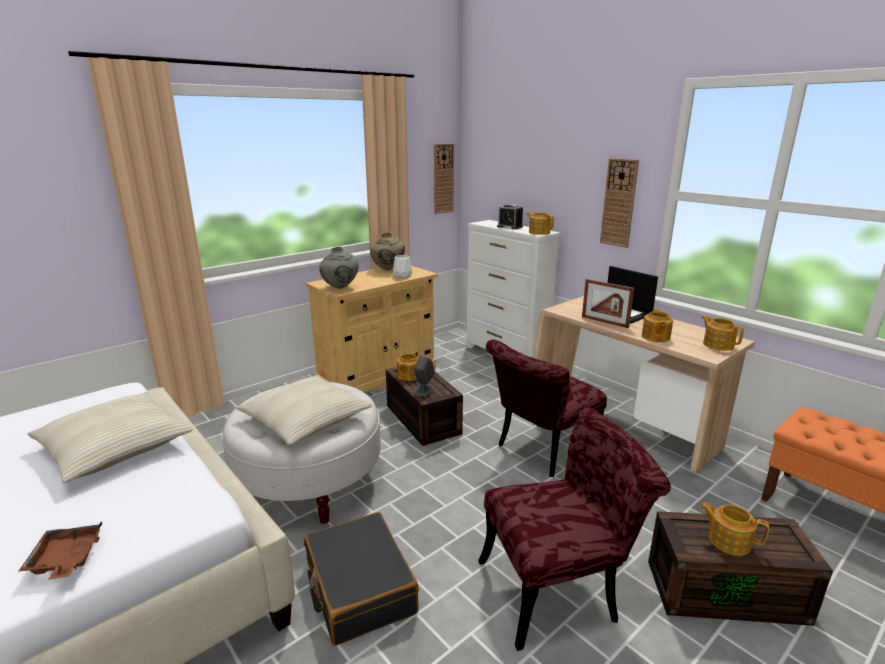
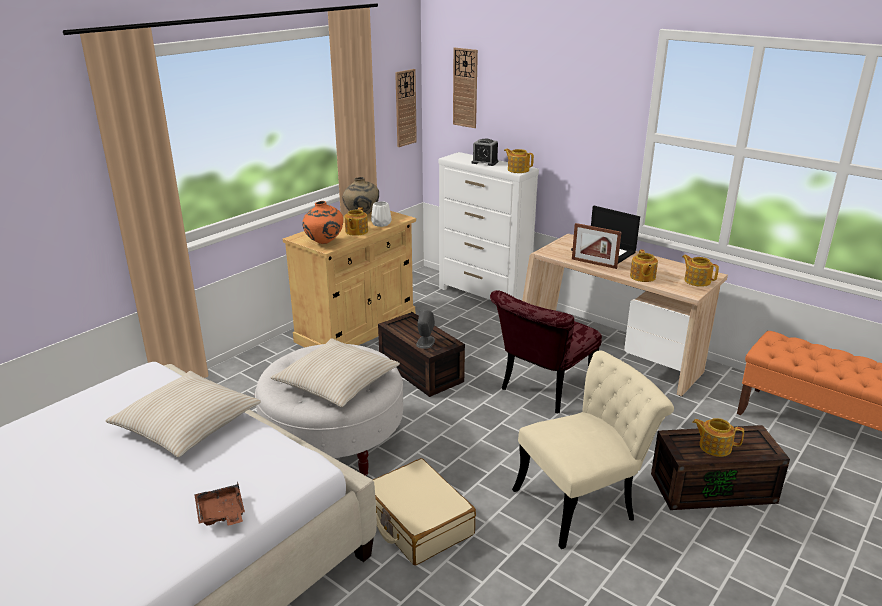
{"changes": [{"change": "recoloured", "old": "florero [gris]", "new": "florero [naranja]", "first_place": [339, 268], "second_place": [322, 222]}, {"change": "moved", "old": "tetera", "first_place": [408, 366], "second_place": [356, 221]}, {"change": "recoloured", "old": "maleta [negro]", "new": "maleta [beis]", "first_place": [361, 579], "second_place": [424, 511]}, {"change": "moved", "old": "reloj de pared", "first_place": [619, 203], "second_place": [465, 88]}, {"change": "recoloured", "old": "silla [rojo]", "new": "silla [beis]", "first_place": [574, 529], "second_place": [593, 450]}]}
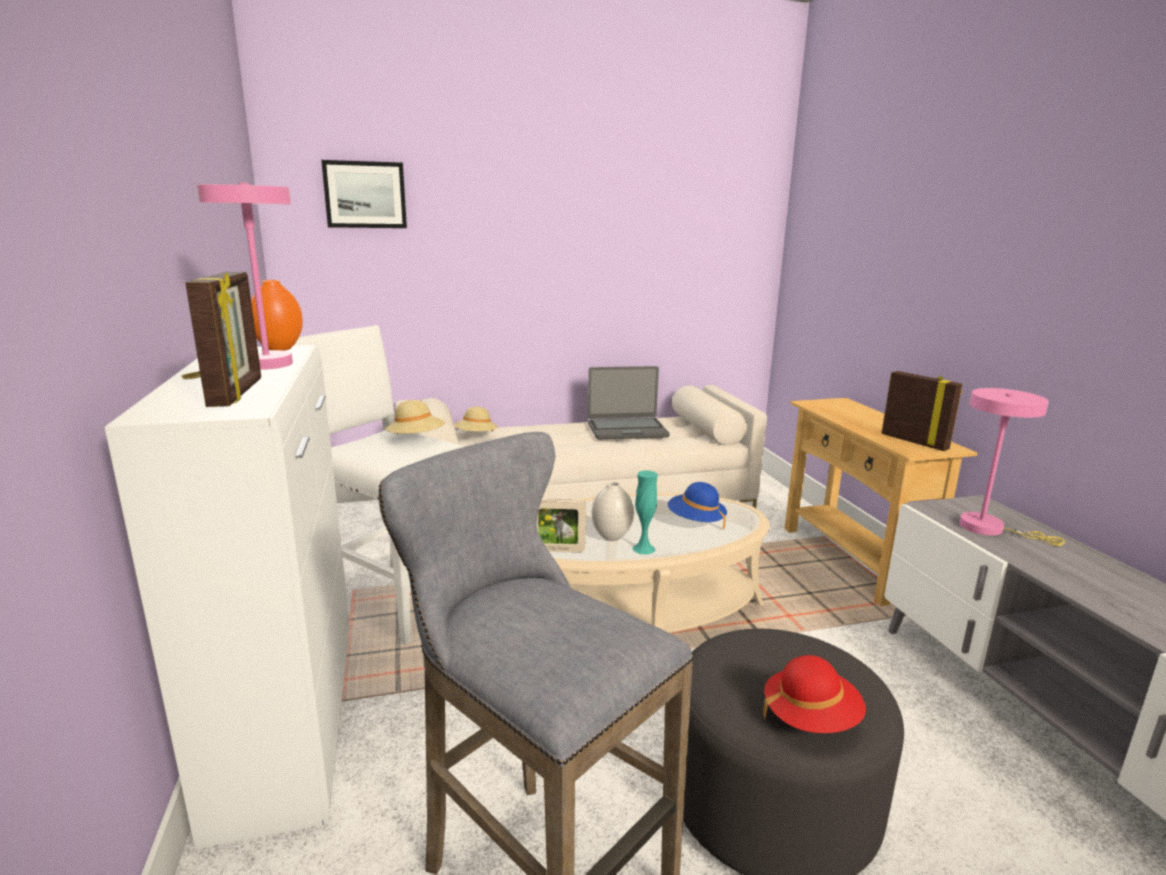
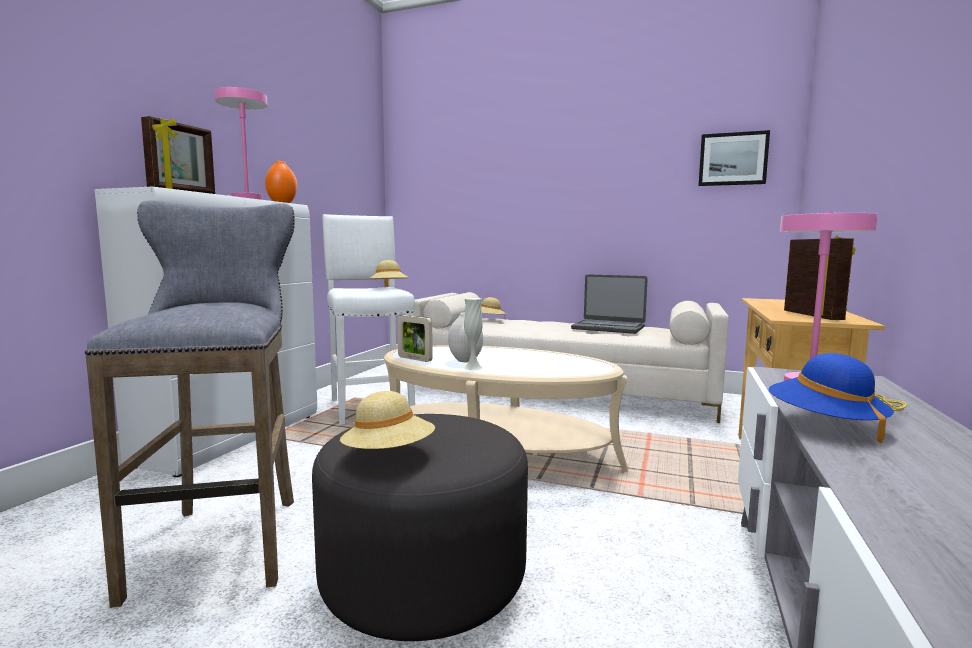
{"changes": [{"change": "recoloured", "old": "sombrero [rojo]", "new": "sombrero [beis]", "first_place": [814, 694], "second_place": [387, 420]}, {"change": "recoloured", "old": "florero [turquesa]", "new": "florero [blanco]", "first_place": [645, 512], "second_place": [473, 334]}, {"change": "moved", "old": "cuadro", "first_place": [364, 194], "second_place": [734, 158]}, {"change": "moved", "old": "sombrero [azul]", "first_place": [697, 505], "second_place": [831, 398]}]}
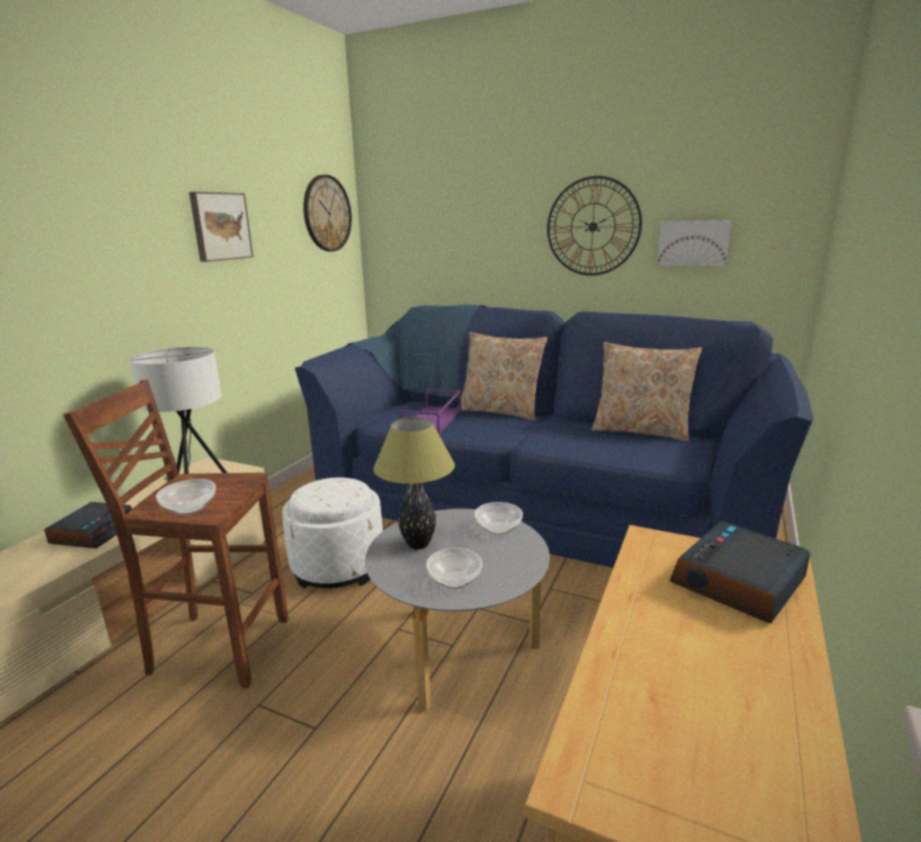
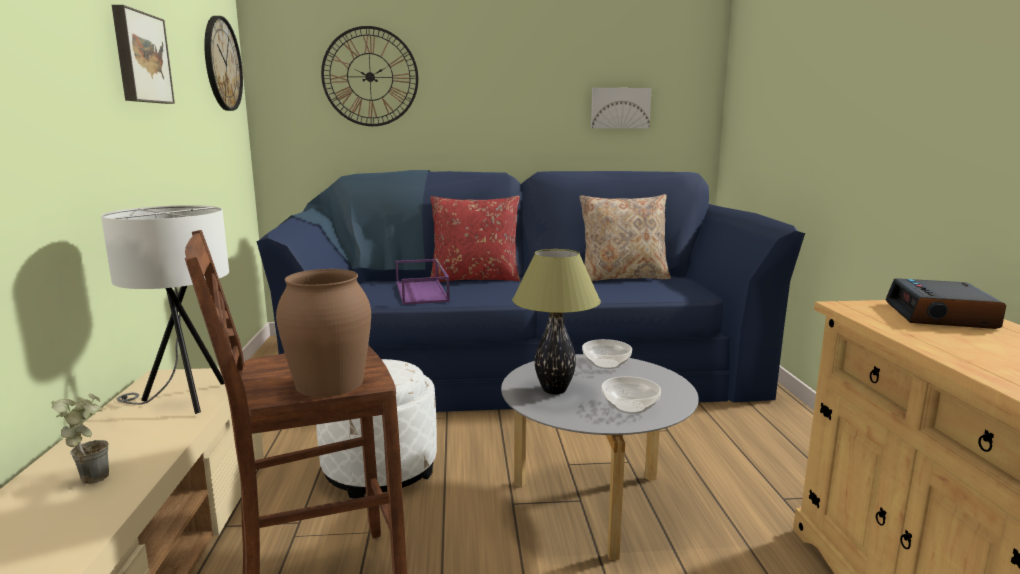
{"changes": [{"change": "replaced", "old": "despertador", "new": "planta en maceta", "first_place": [88, 525], "second_place": [80, 438]}, {"change": "replaced", "old": "cuenco", "new": "florero [marrón]", "first_place": [186, 497], "second_place": [323, 333]}, {"change": "moved", "old": "reloj de pared", "first_place": [594, 226], "second_place": [369, 76]}, {"change": "recoloured", "old": "cojín [beis]", "new": "cojín [rojo]", "first_place": [503, 376], "second_place": [475, 239]}]}
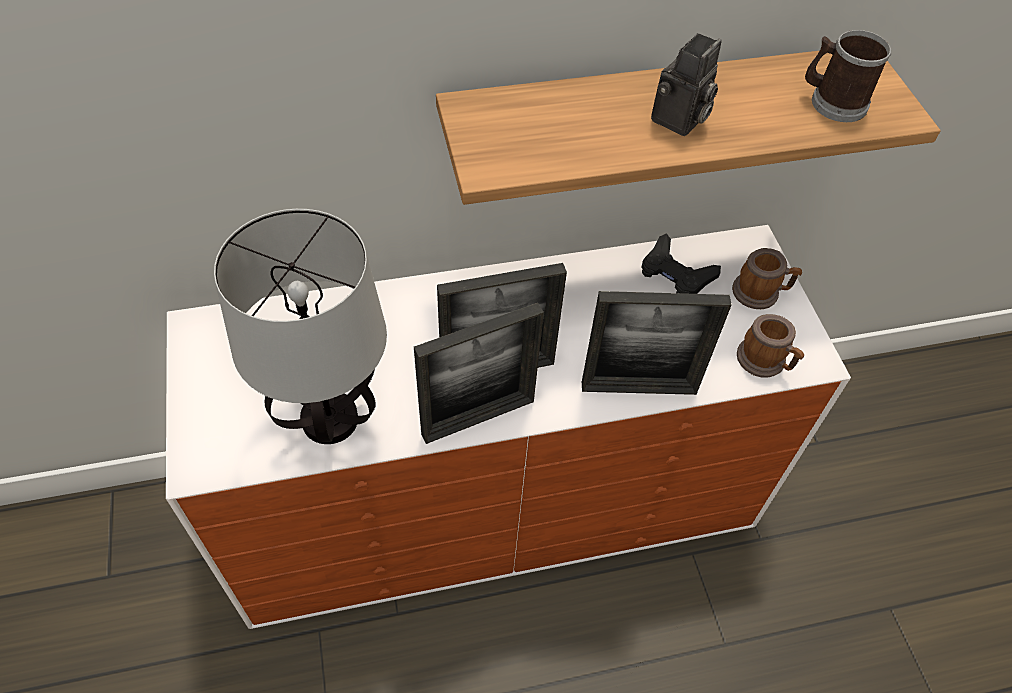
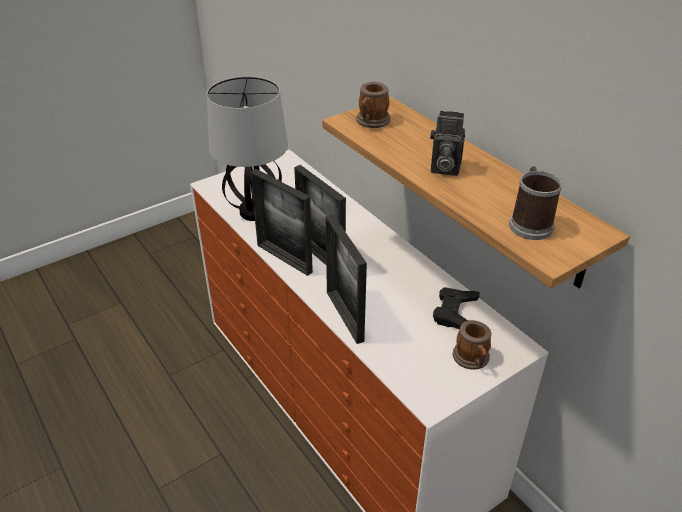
{"changes": [{"change": "moved", "old": "taza grande", "first_place": [770, 345], "second_place": [373, 105]}]}
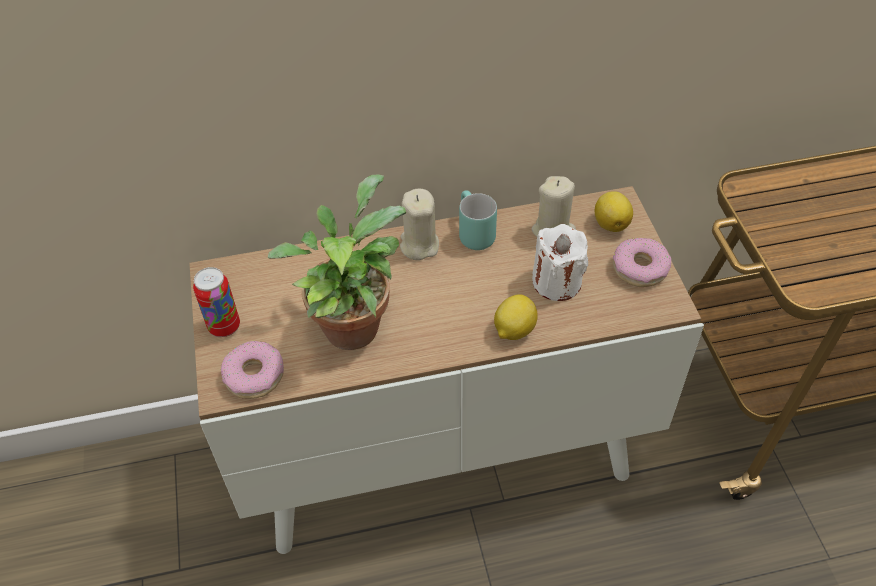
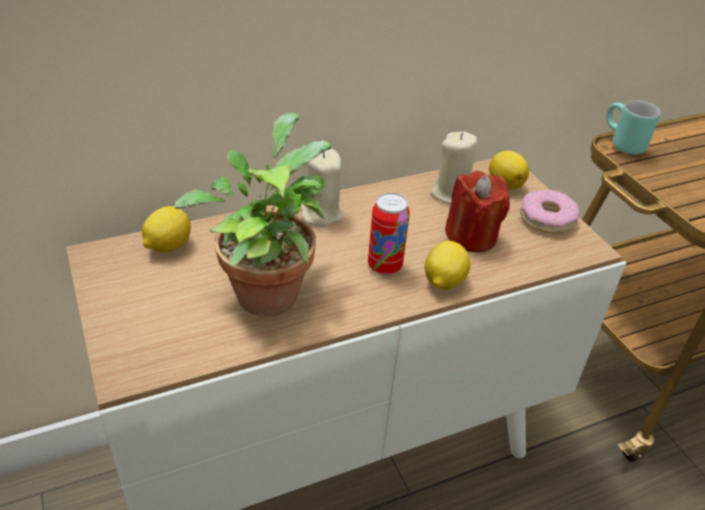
{"changes": [{"change": "added", "new": "limón", "second_place": [166, 229]}, {"change": "moved", "old": "lata", "first_place": [216, 302], "second_place": [389, 234]}, {"change": "recoloured", "old": "vela [blanco]", "new": "vela [rojo]", "first_place": [560, 262], "second_place": [477, 211]}, {"change": "moved", "old": "taza grande [turquesa]", "first_place": [478, 220], "second_place": [634, 127]}, {"change": "removed", "old": "rosquilla", "first_place": [252, 370]}]}
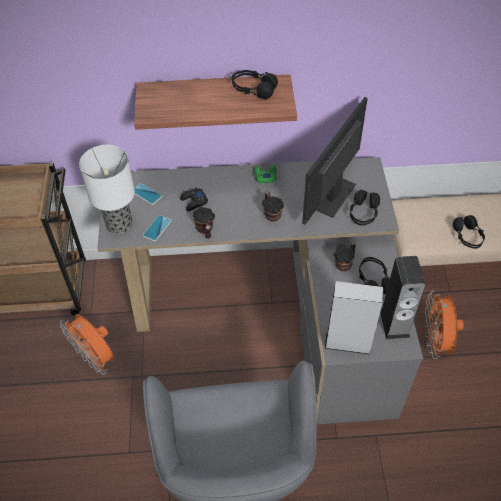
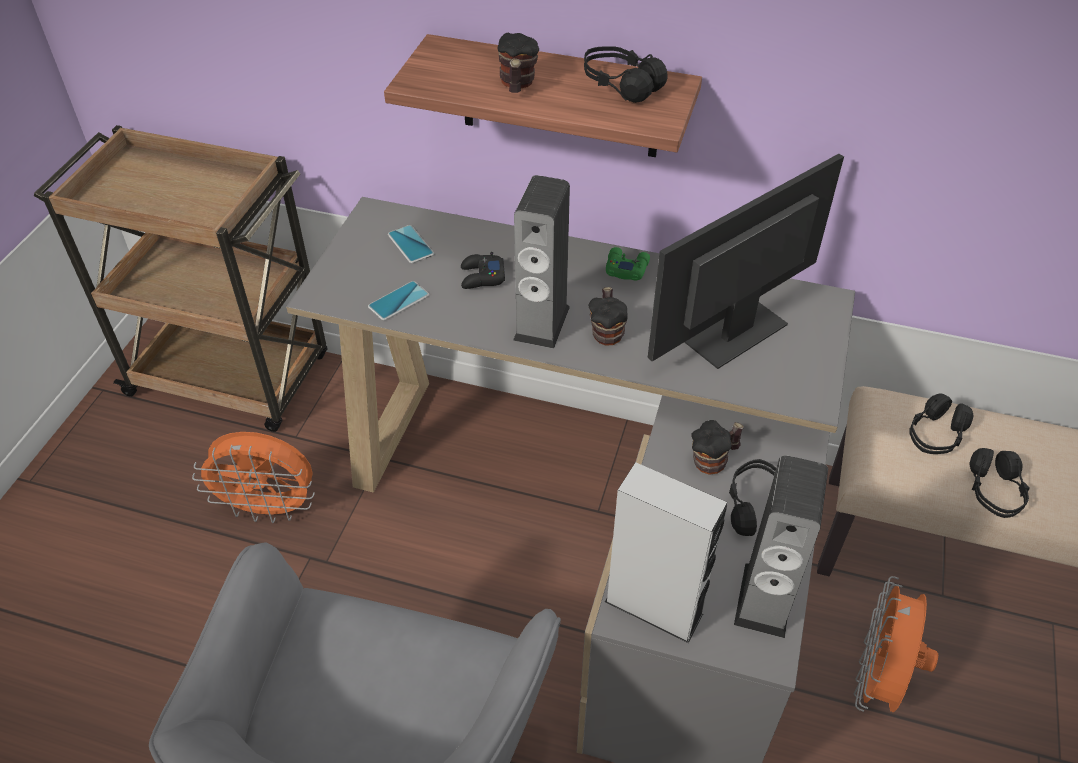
{"changes": [{"change": "turned", "old": "ventilador [naranja]", "first_place": [87, 344], "second_place": [253, 477], "degrees": -60}, {"change": "moved", "old": "taza grande", "first_place": [204, 223], "second_place": [518, 63]}, {"change": "added", "new": "altavoz", "second_place": [541, 262]}, {"change": "moved", "old": "auriculares [negro]", "first_place": [365, 207], "second_place": [941, 423]}, {"change": "removed", "old": "lámpara de mesa", "first_place": [107, 189]}]}
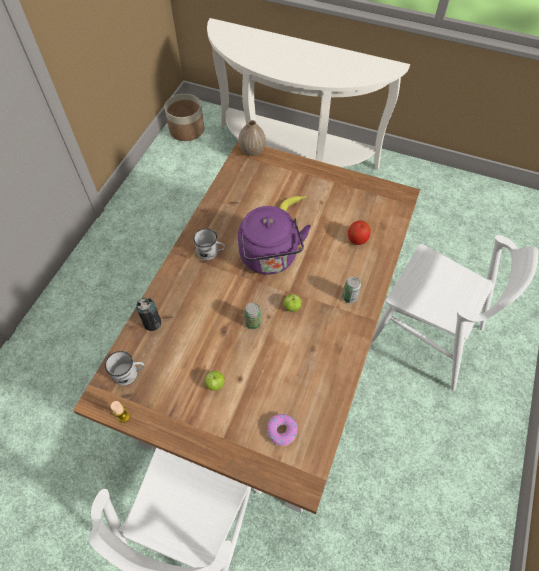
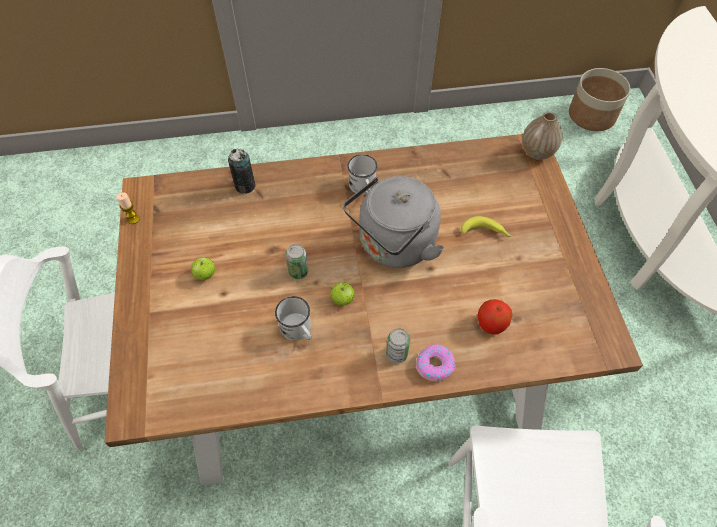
{"changes": [{"change": "moved", "old": "taza grande [blanco]", "first_place": [124, 368], "second_place": [293, 318]}, {"change": "recoloured", "old": "hervidor [morado]", "new": "hervidor [gris]", "first_place": [274, 240], "second_place": [394, 222]}, {"change": "moved", "old": "rosquilla", "first_place": [282, 430], "second_place": [436, 363]}]}
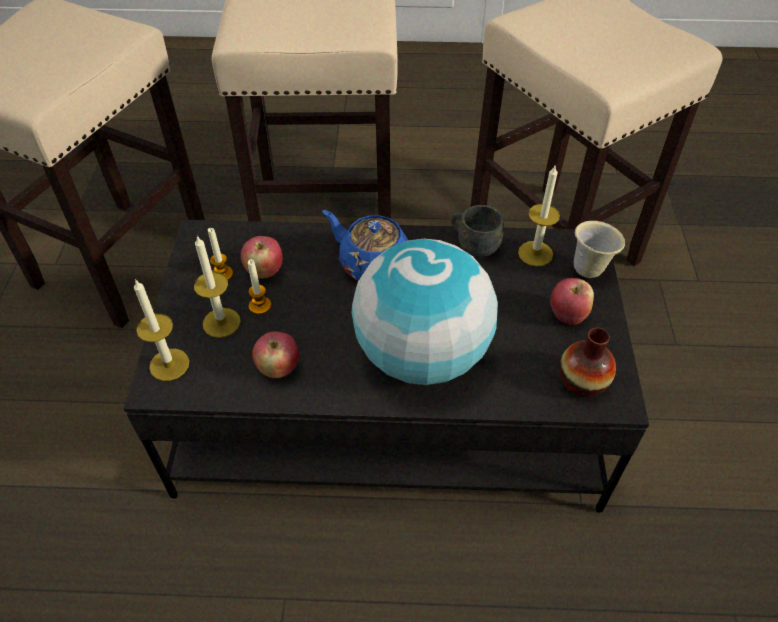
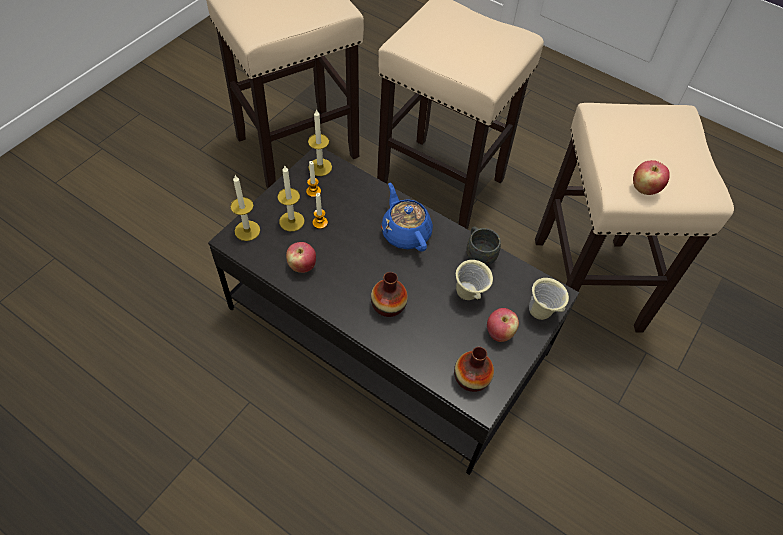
{"changes": [{"change": "moved", "old": "vela", "first_place": [539, 216], "second_place": [320, 142]}, {"change": "replaced", "old": "globo terráqueo", "new": "florero", "first_place": [425, 312], "second_place": [389, 294]}, {"change": "added", "new": "taza grande [beis]", "second_place": [474, 280]}, {"change": "moved", "old": "manzana", "first_place": [262, 257], "second_place": [651, 177]}]}
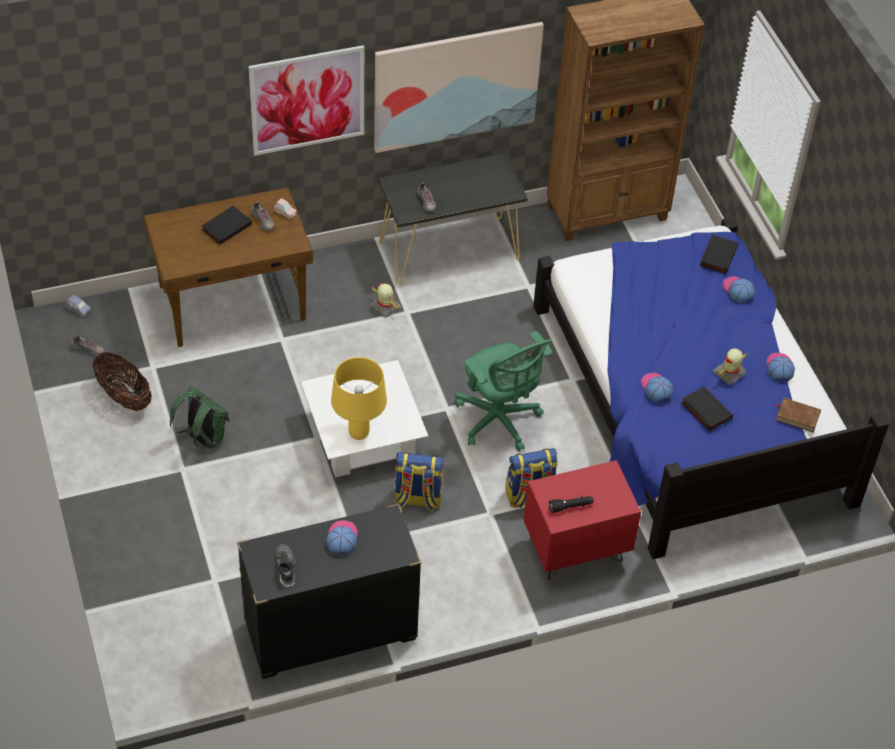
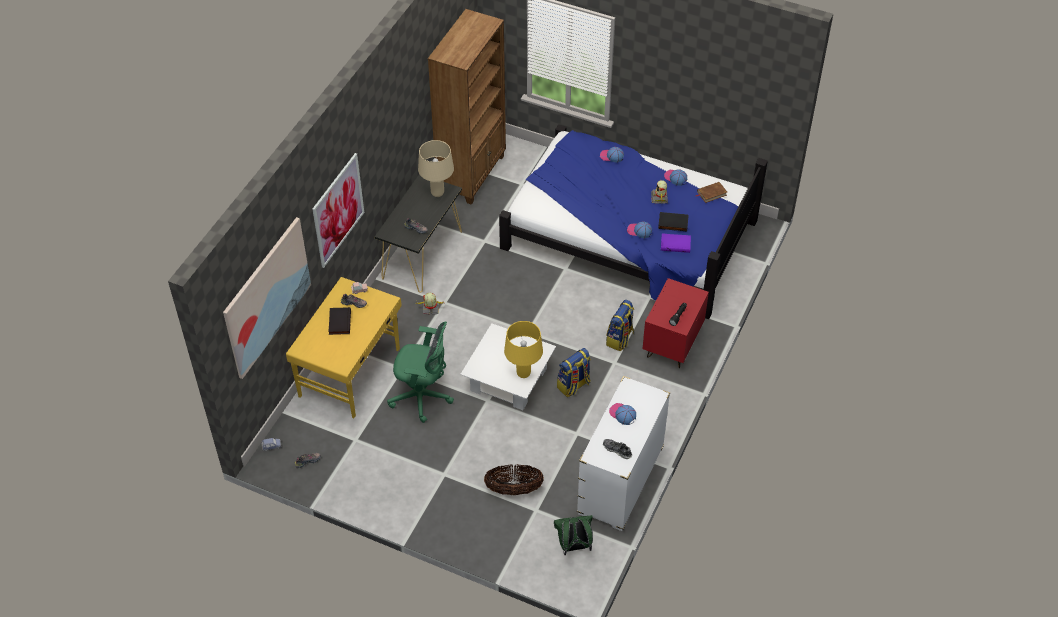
{"changes": [{"change": "moved", "old": "cuadro", "first_place": [459, 87], "second_place": [267, 298]}, {"change": "recoloured", "old": "escritorio [marrón]", "new": "escritorio [amarillo]", "first_place": [228, 267], "second_place": [344, 347]}, {"change": "moved", "old": "silla de oficina [verde]", "first_place": [504, 391], "second_place": [420, 372]}, {"change": "added", "new": "lámpara de mesa [beis]", "second_place": [436, 168]}, {"change": "moved", "old": "cesta", "first_place": [122, 381], "second_place": [514, 479]}, {"change": "moved", "old": "mochila [verde]", "first_place": [200, 418], "second_place": [573, 535]}, {"change": "recoloured", "old": "cómoda [negro]", "new": "cómoda [blanco]", "first_place": [329, 591], "second_place": [623, 453]}, {"change": "added", "new": "libro [morado]", "second_place": [676, 243]}, {"change": "removed", "old": "libro [negro]", "first_place": [718, 254]}]}
